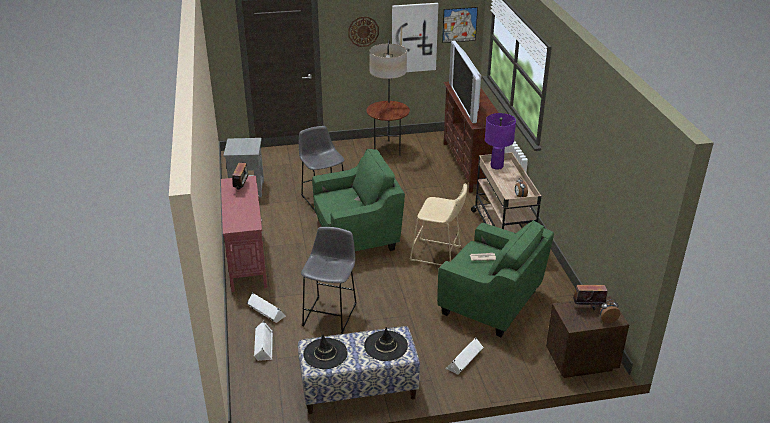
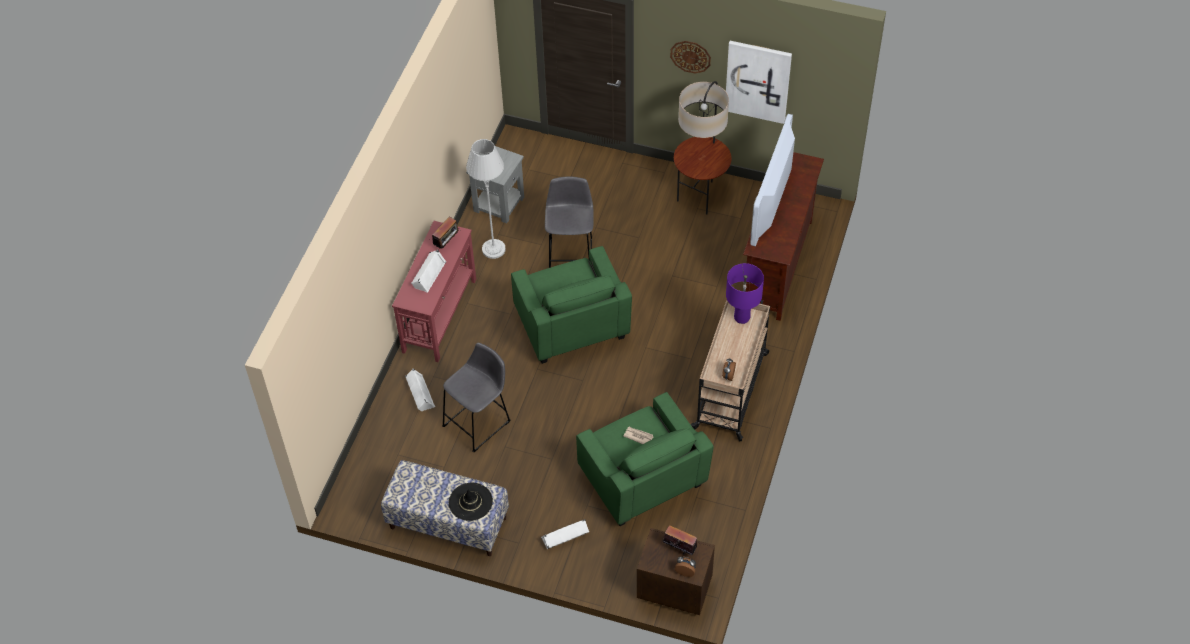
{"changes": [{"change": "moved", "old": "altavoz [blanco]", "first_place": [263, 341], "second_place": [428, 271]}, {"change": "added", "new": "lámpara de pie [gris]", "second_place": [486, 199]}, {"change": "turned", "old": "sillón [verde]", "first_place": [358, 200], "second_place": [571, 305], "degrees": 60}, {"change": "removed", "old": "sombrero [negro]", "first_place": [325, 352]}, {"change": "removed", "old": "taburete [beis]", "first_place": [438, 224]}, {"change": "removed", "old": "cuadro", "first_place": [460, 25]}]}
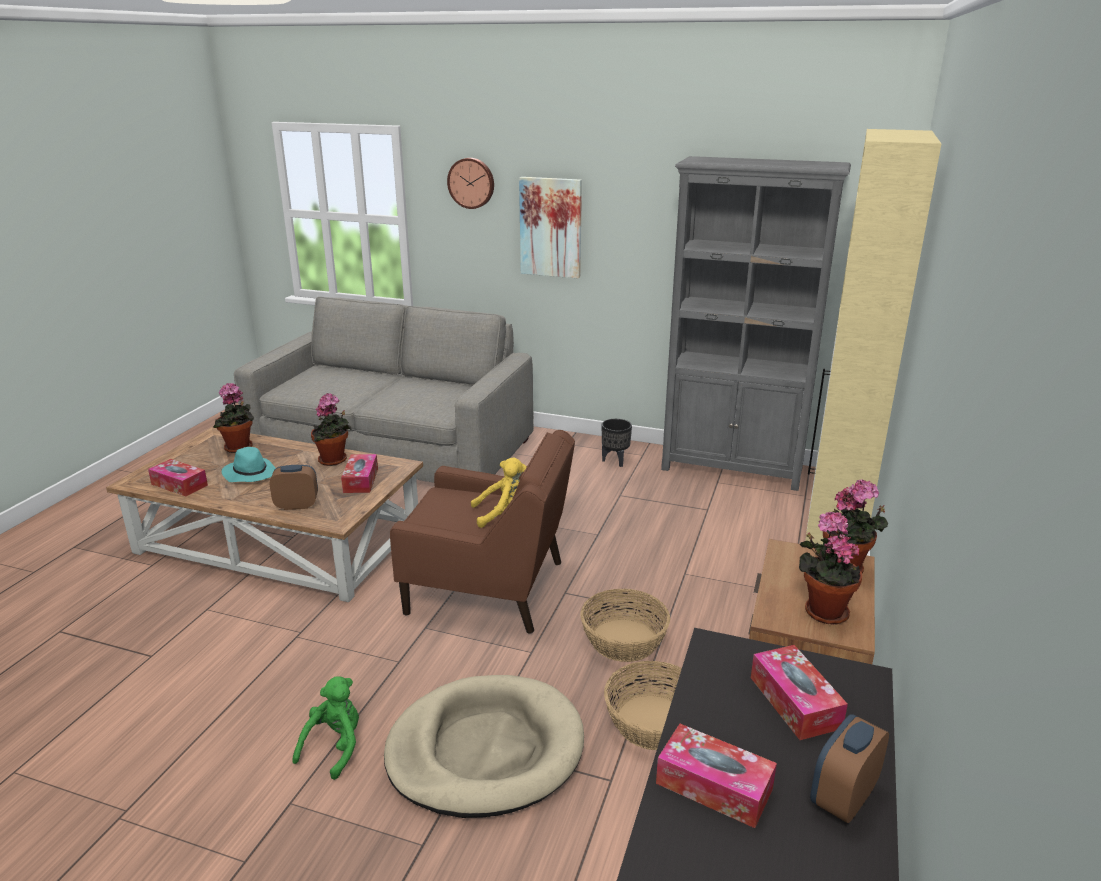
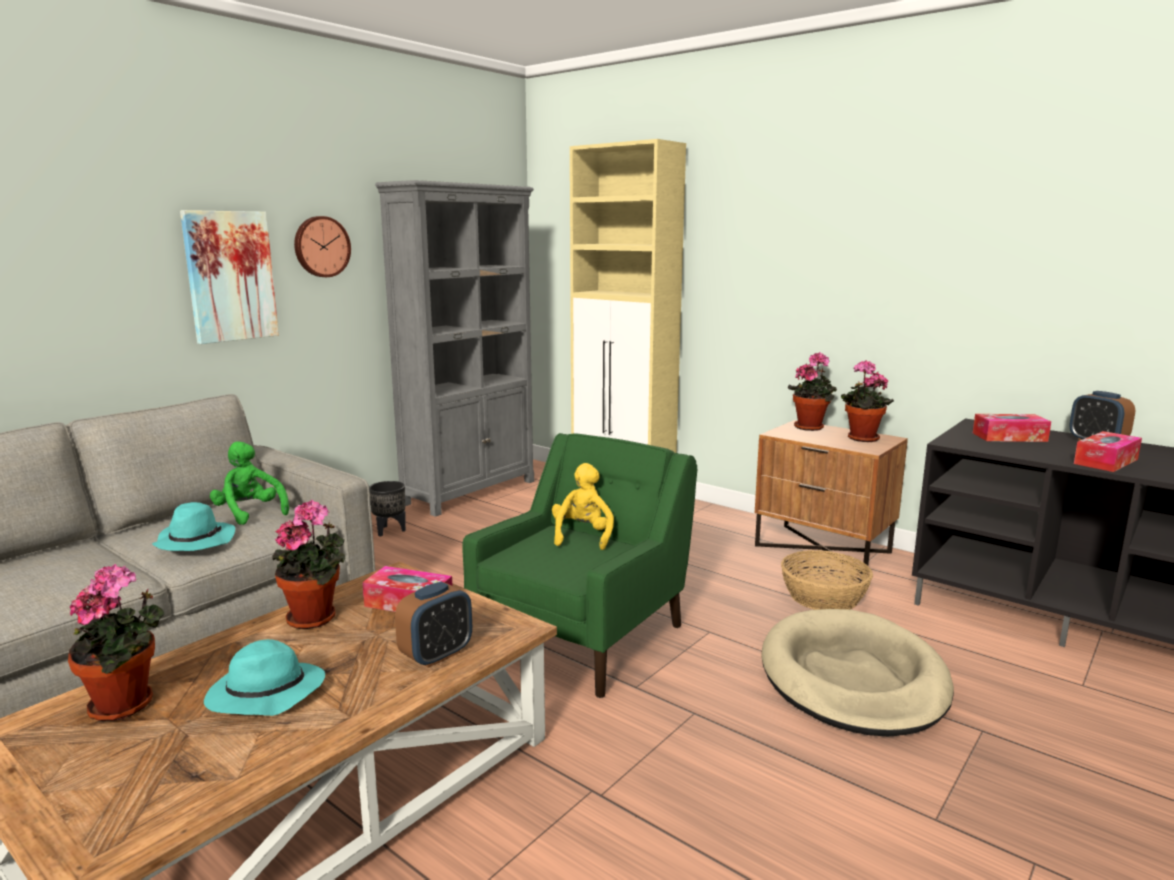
{"changes": [{"change": "added", "new": "sombrero [turquesa]", "second_place": [193, 526]}, {"change": "moved", "old": "peluche [verde]", "first_place": [325, 728], "second_place": [249, 483]}, {"change": "moved", "old": "reloj de pared", "first_place": [470, 183], "second_place": [322, 246]}, {"change": "turned", "old": "despertador", "first_place": [294, 487], "second_place": [433, 625], "degrees": -150}, {"change": "recoloured", "old": "sillón [marrón]", "new": "sillón [verde]", "first_place": [482, 532], "second_place": [580, 565]}, {"change": "removed", "old": "caja de pañuelos", "first_place": [178, 478]}, {"change": "removed", "old": "cesta", "first_place": [625, 625]}]}
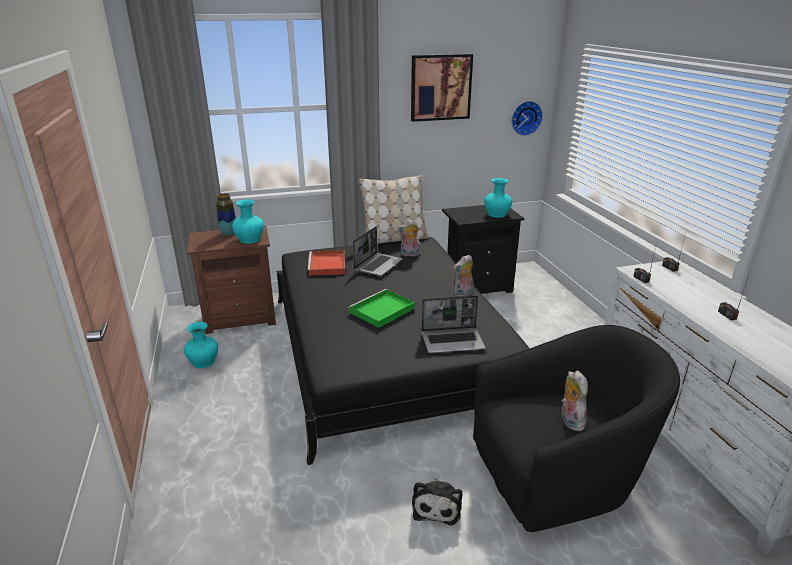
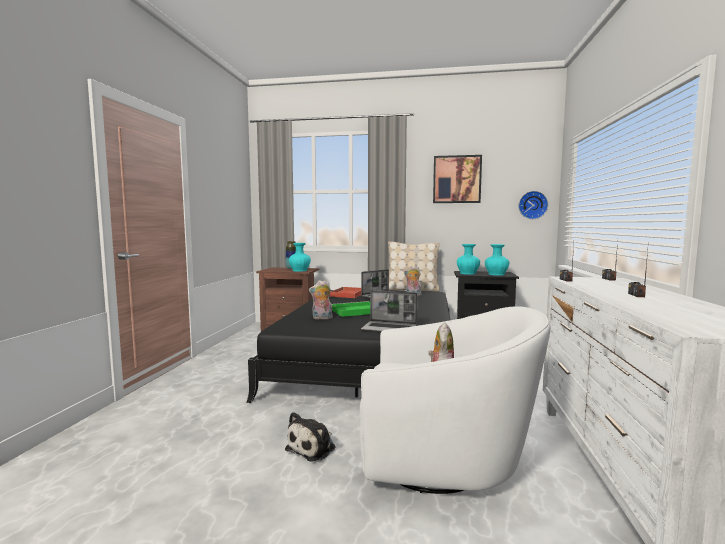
{"changes": [{"change": "moved", "old": "peluche", "first_place": [463, 275], "second_place": [321, 299]}, {"change": "recoloured", "old": "sillón [negro]", "new": "sillón [blanco]", "first_place": [576, 428], "second_place": [454, 400]}, {"change": "moved", "old": "florero [turquesa]", "first_place": [201, 345], "second_place": [468, 259]}]}
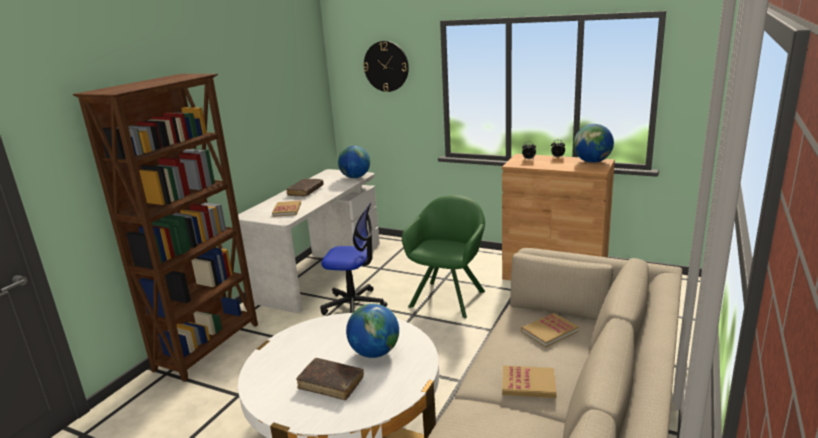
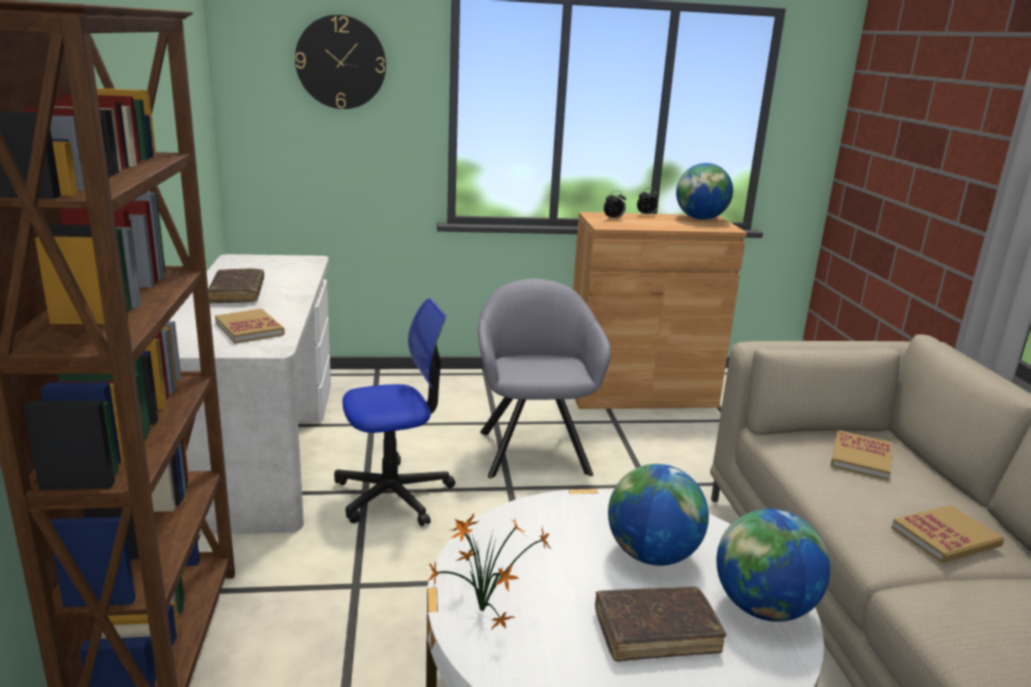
{"changes": [{"change": "added", "new": "planta en maceta", "second_place": [490, 571]}, {"change": "recoloured", "old": "sillón [verde]", "new": "sillón [gris]", "first_place": [443, 256], "second_place": [544, 378]}, {"change": "moved", "old": "globo terráqueo", "first_place": [354, 162], "second_place": [773, 565]}]}
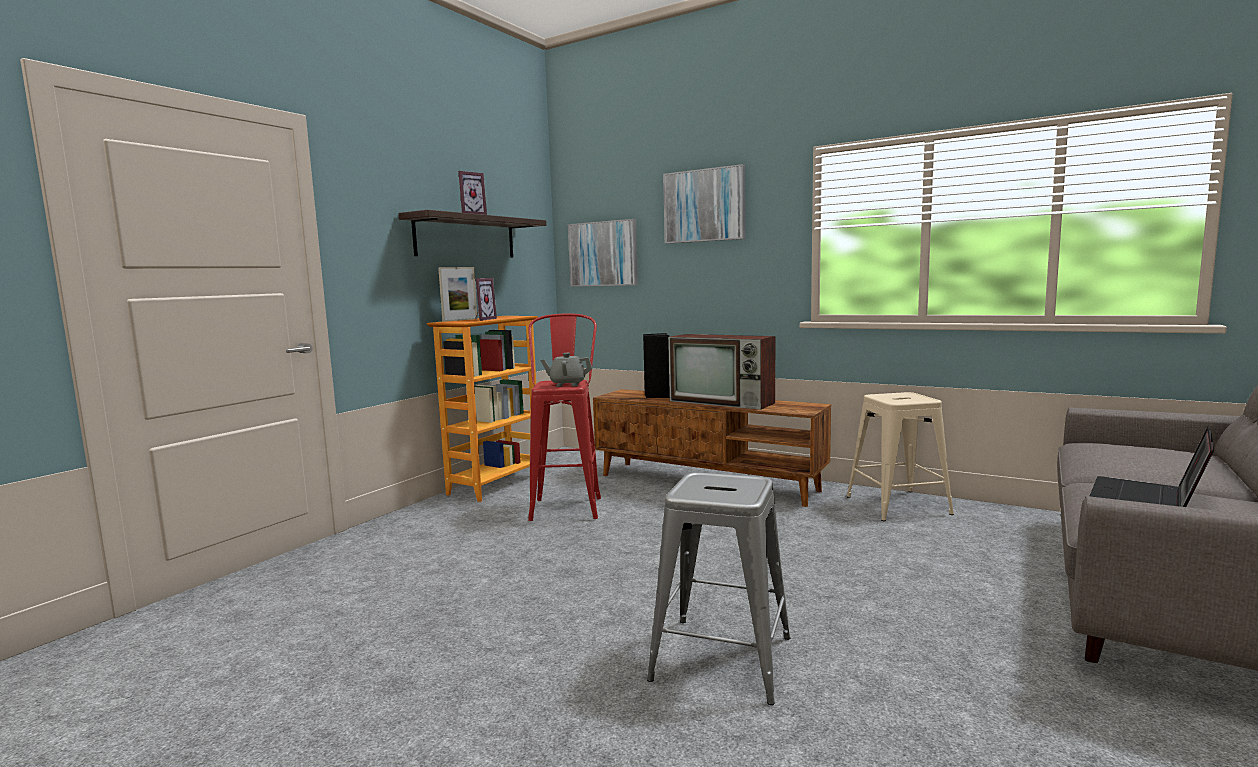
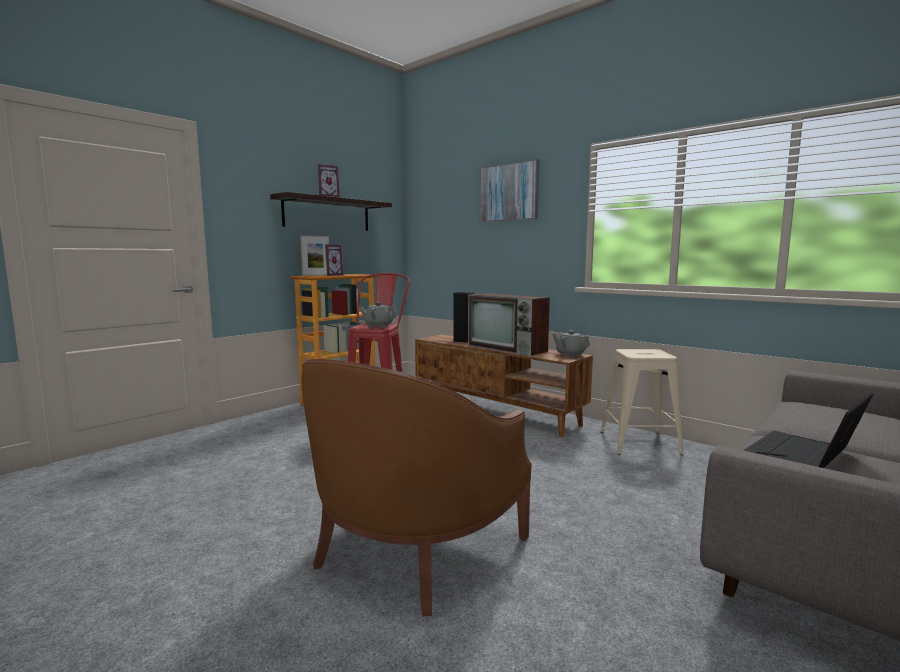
{"changes": [{"change": "replaced", "old": "taburete [gris]", "new": "sillón [marrón]", "first_place": [718, 588], "second_place": [417, 488]}, {"change": "added", "new": "tetera [gris]", "second_place": [571, 343]}, {"change": "removed", "old": "cuadro", "first_place": [603, 253]}]}
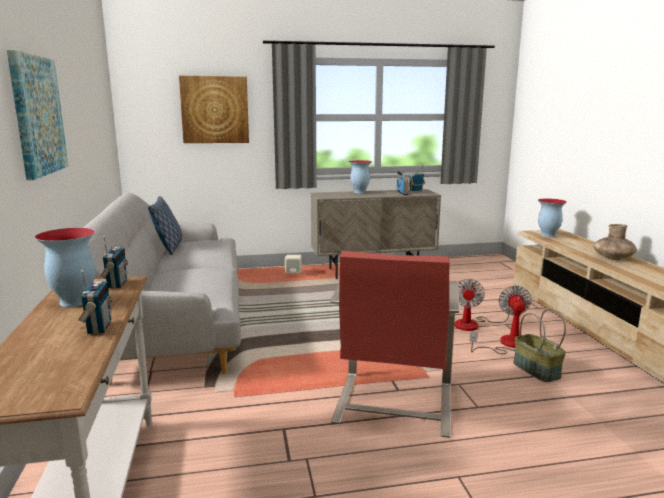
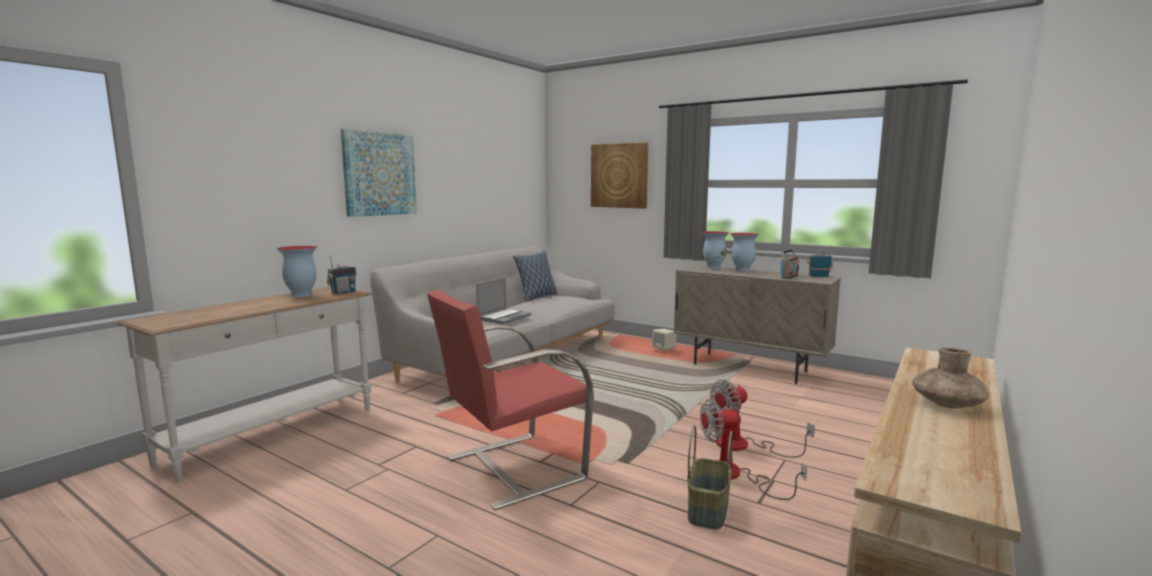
{"changes": [{"change": "added", "new": "portátil", "second_place": [504, 301]}, {"change": "turned", "old": "ventilador", "first_place": [501, 319], "second_place": [753, 449], "degrees": -150}, {"change": "moved", "old": "florero", "first_place": [552, 217], "second_place": [715, 250]}, {"change": "removed", "old": "radio", "first_place": [95, 302]}]}
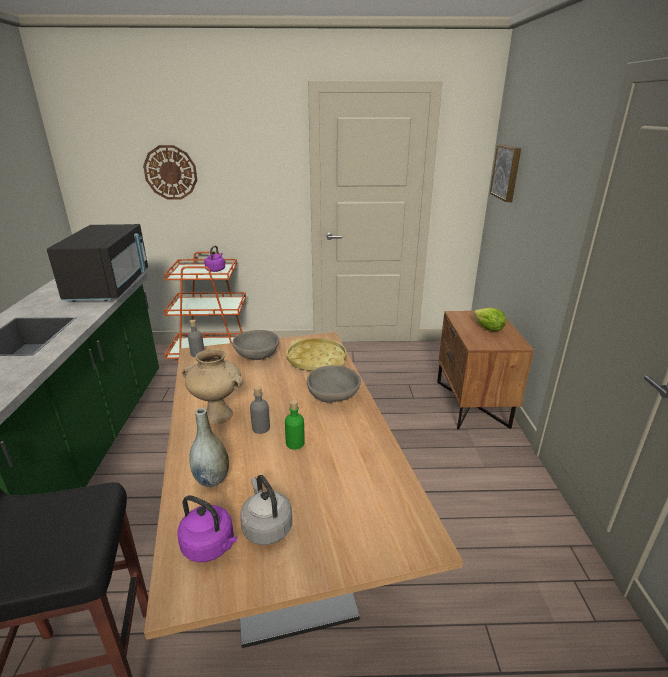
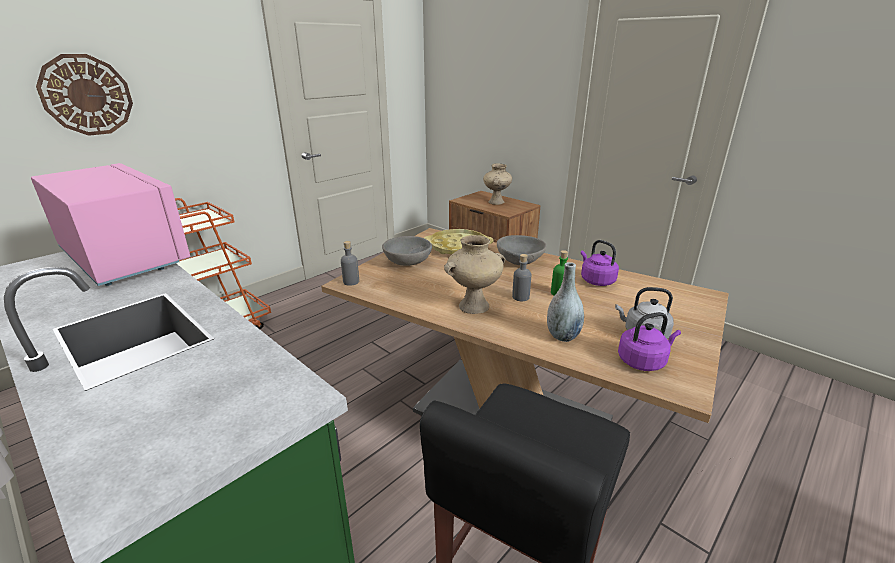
{"changes": [{"change": "recoloured", "old": "microondas [negro]", "new": "microondas [rosa]", "first_place": [97, 263], "second_place": [110, 224]}, {"change": "replaced", "old": "lechuga", "new": "florero [beis]", "first_place": [490, 319], "second_place": [497, 184]}, {"change": "moved", "old": "hervidor [morado]", "first_place": [214, 258], "second_place": [600, 263]}, {"change": "removed", "old": "cuadro", "first_place": [505, 173]}]}
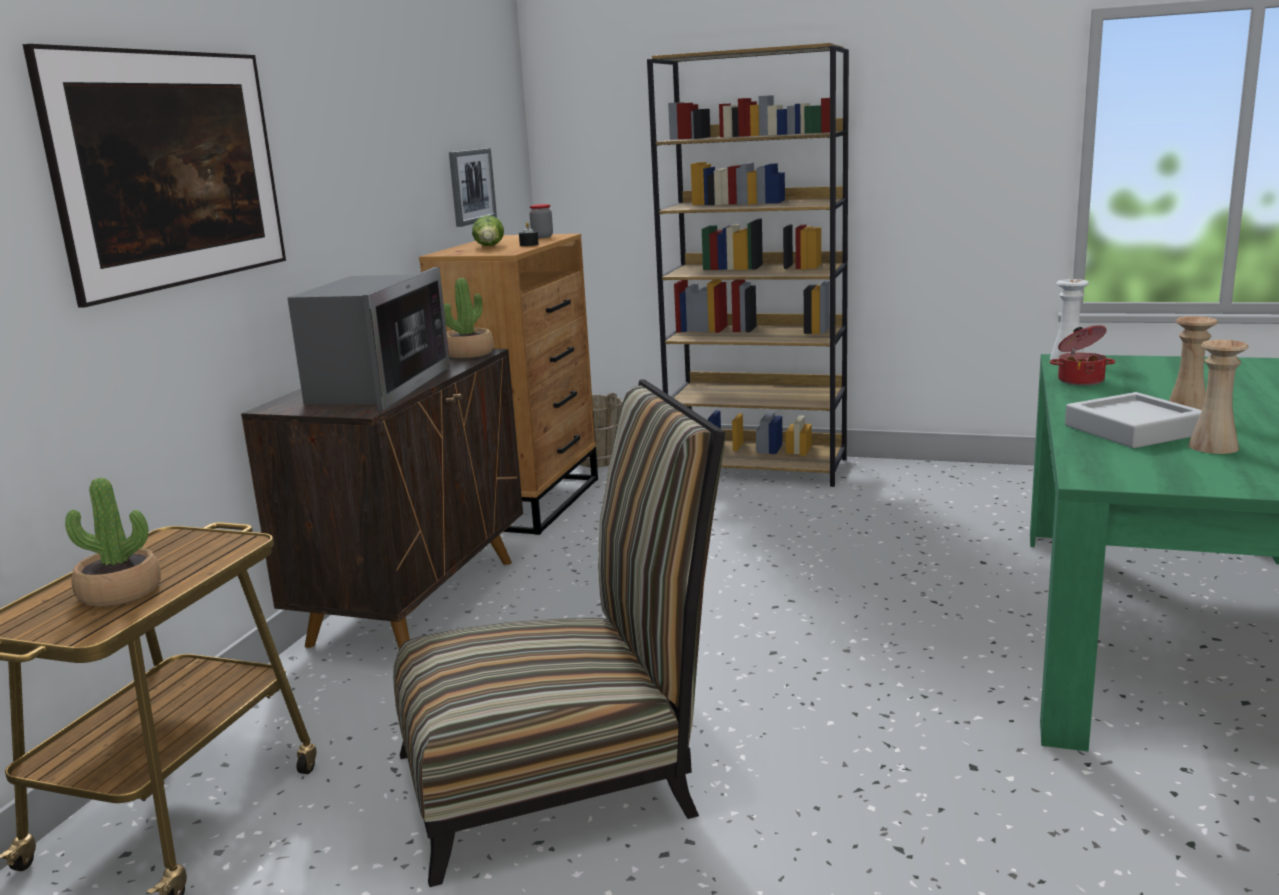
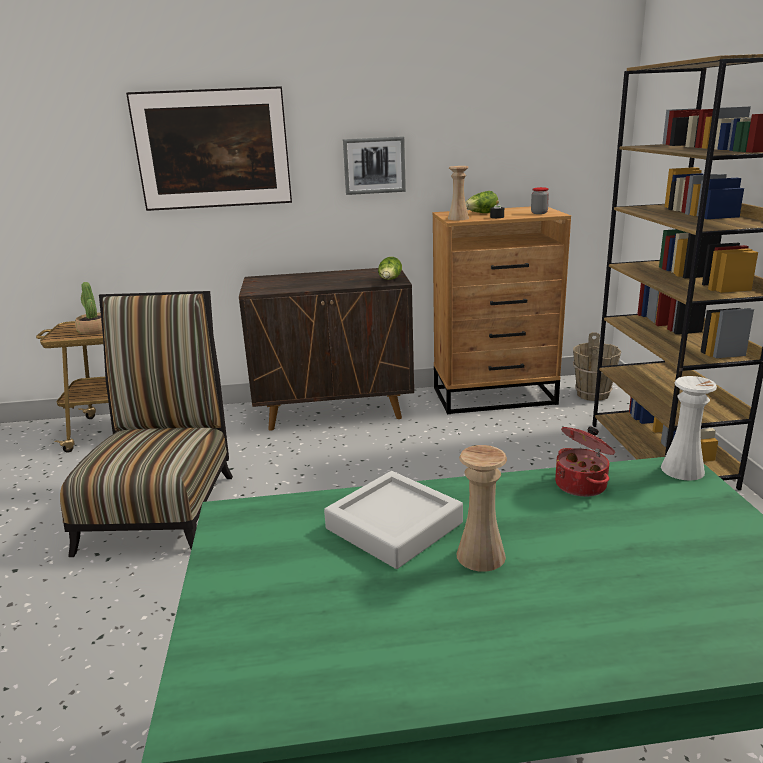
{"changes": [{"change": "turned", "old": "silla", "first_place": [559, 633], "second_place": [146, 424], "degrees": -135}, {"change": "moved", "old": "cuadro", "first_place": [473, 187], "second_place": [374, 165]}, {"change": "replaced", "old": "planta en maceta", "new": "lechuga", "first_place": [469, 318], "second_place": [390, 268]}, {"change": "moved", "old": "florero [beis]", "first_place": [1218, 397], "second_place": [458, 193]}, {"change": "removed", "old": "microondas", "first_place": [368, 338]}]}
